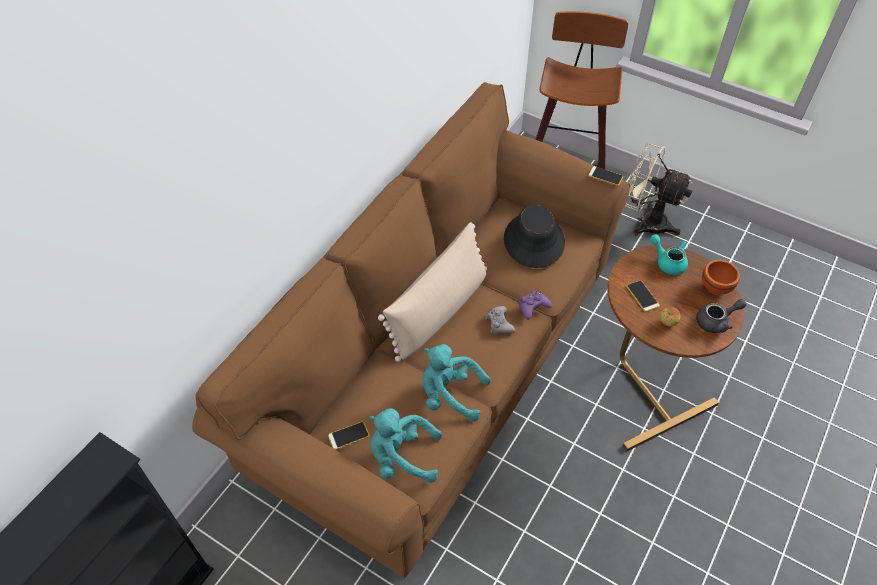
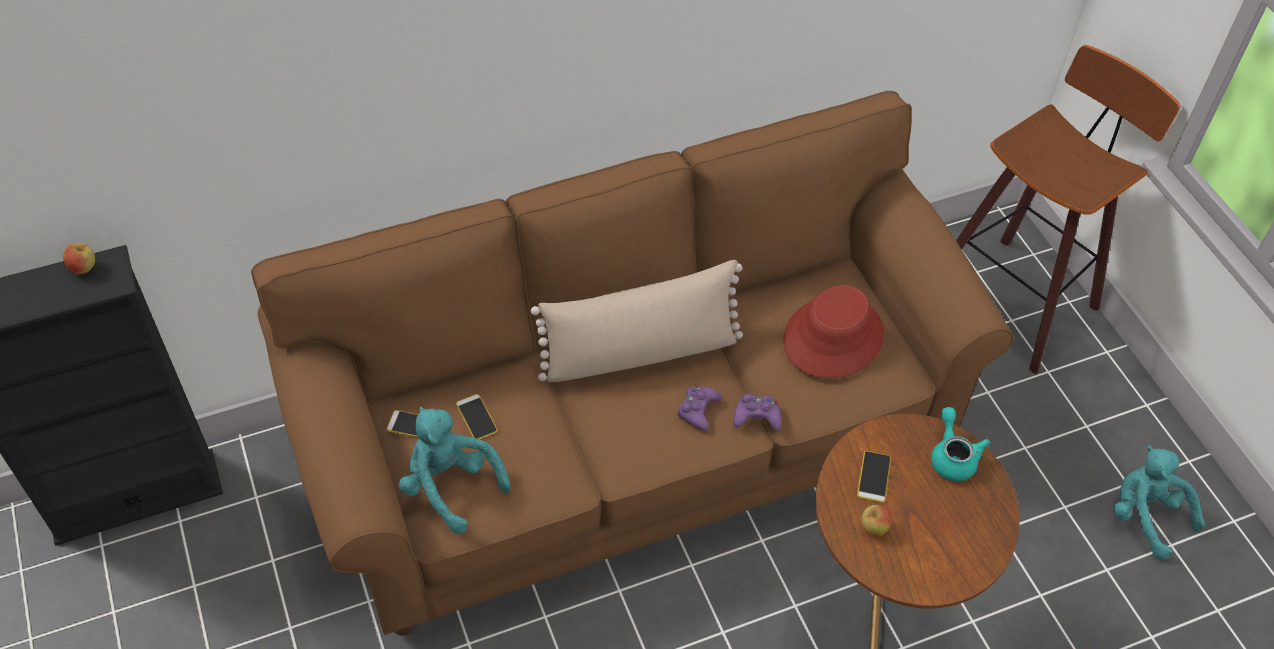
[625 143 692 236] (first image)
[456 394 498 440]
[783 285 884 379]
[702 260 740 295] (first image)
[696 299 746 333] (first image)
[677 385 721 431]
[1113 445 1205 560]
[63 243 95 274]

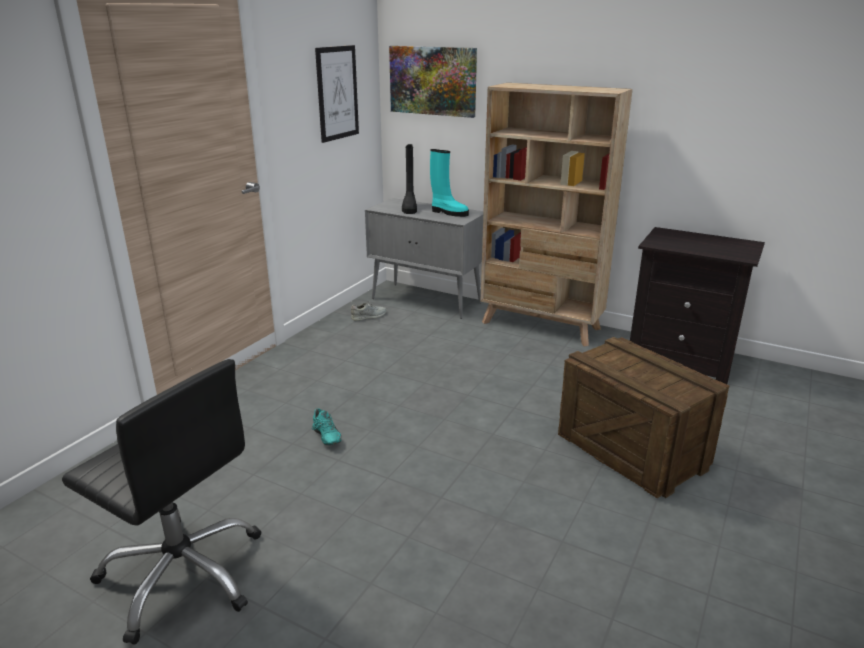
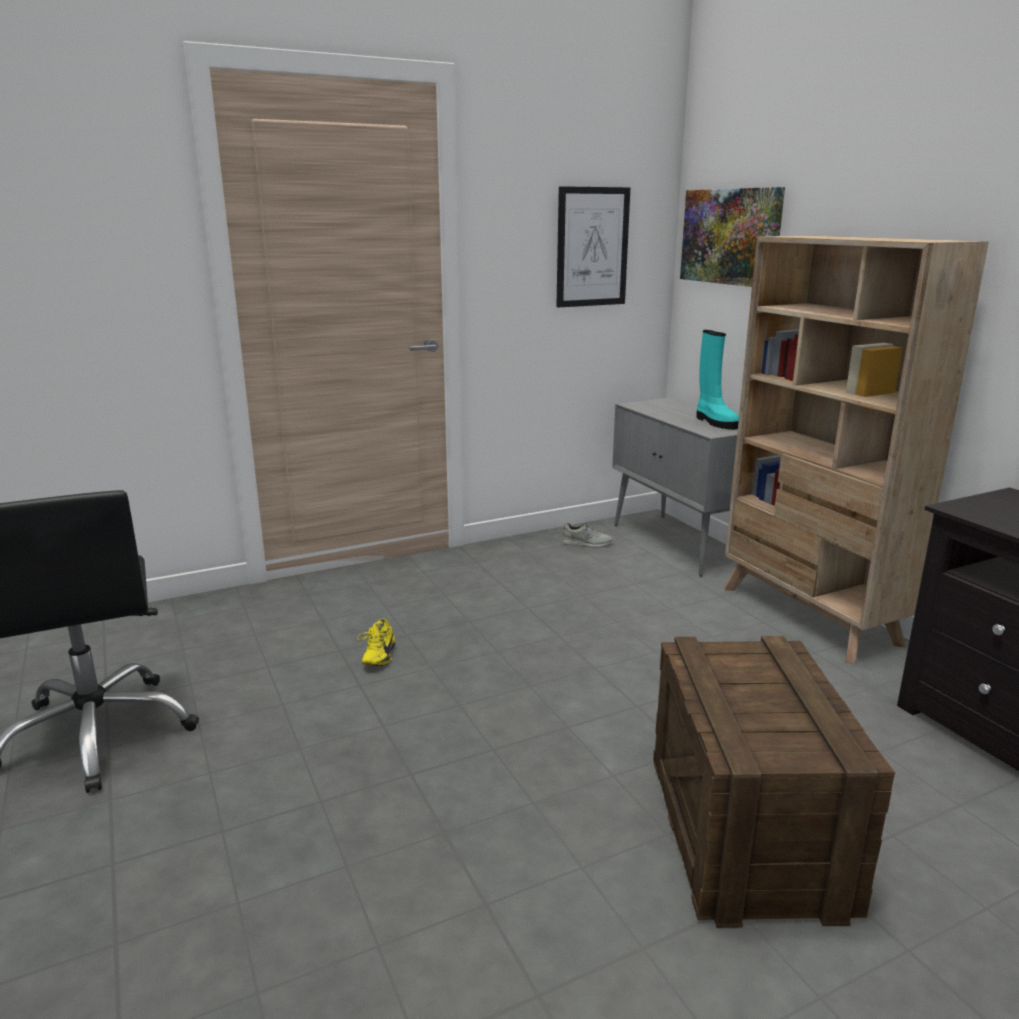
[402 144 417 214] (first image)
[357 618 395 666]

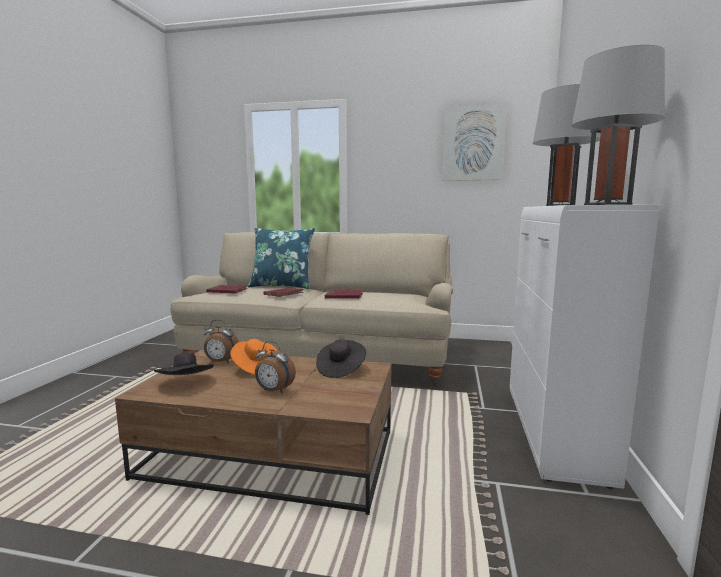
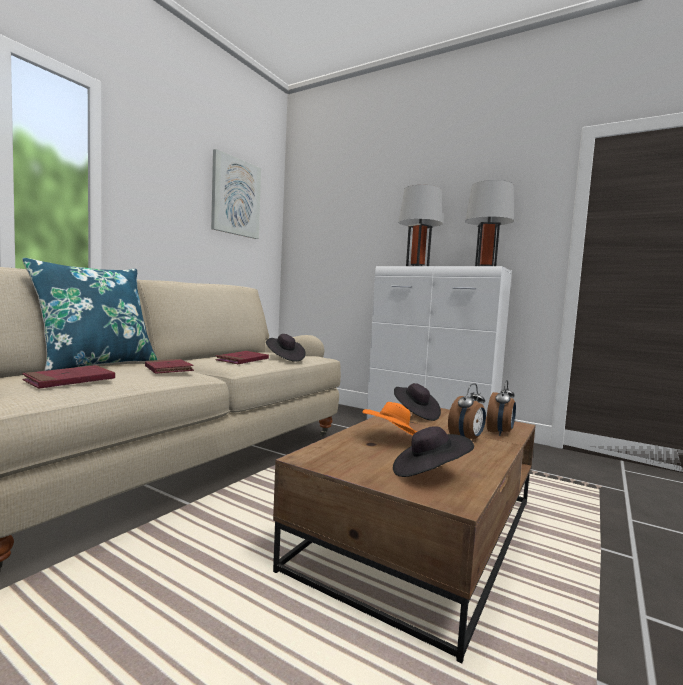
[486 380 516 436]
[266 334 306 362]

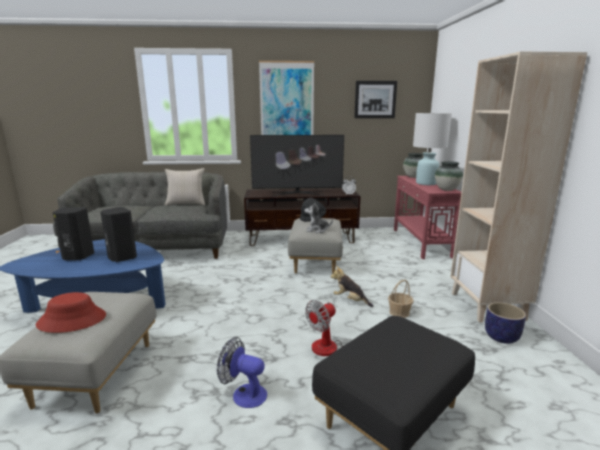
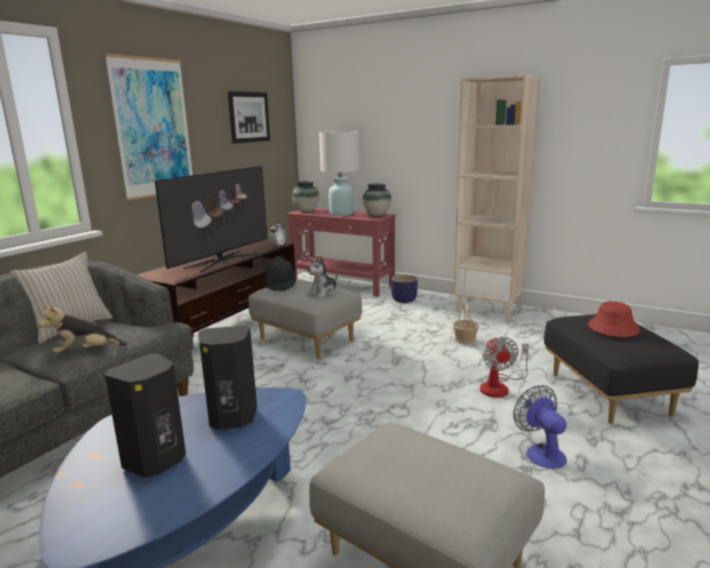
[39 305 127 353]
[588 301 640 337]
[391 274 418 303]
[514 385 567 469]

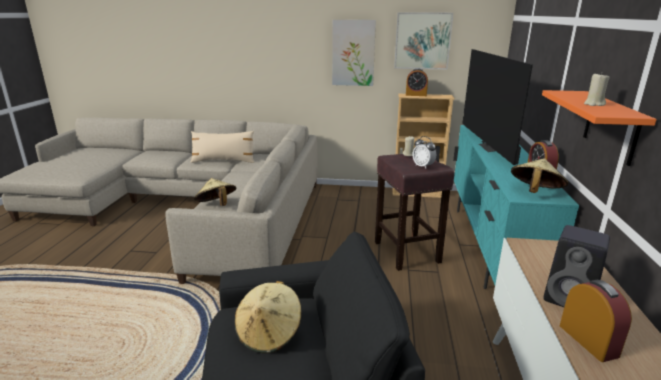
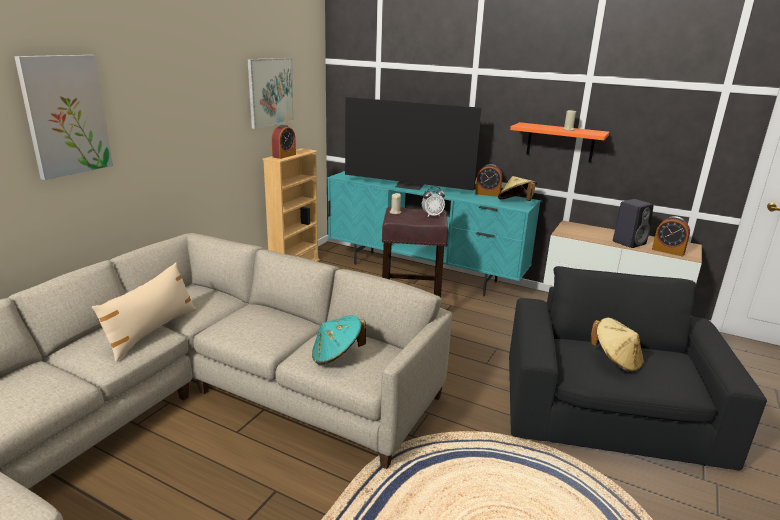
[14 55 113 180]
[312 315 366 365]
[652 216 690 256]

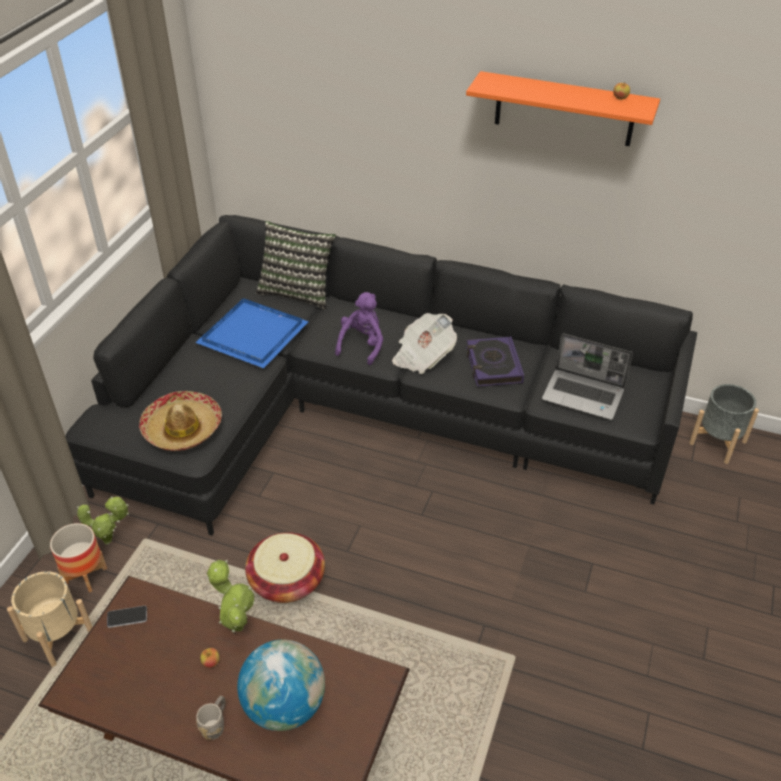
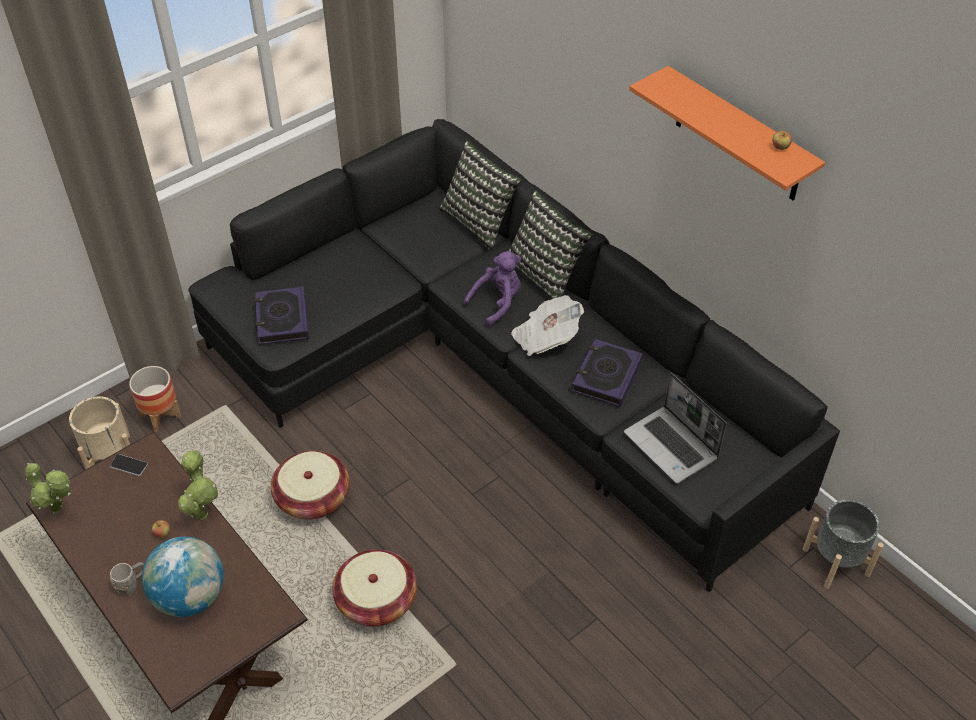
[195 298 309 368] (first image)
[254 287 309 345]
[25 463 71 514]
[509 191 593 300]
[332 549 417 627]

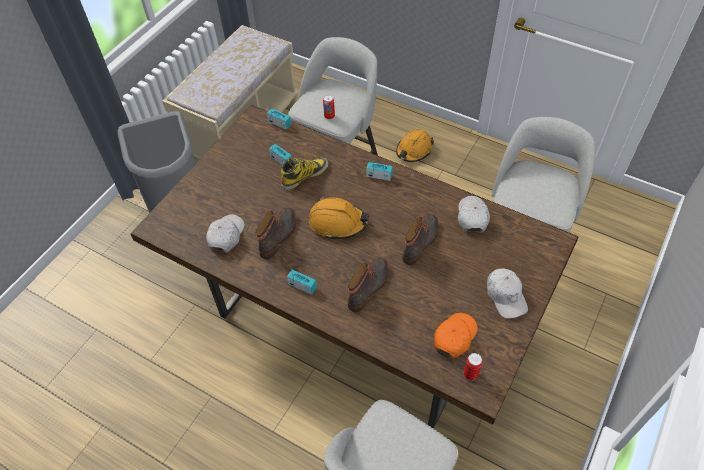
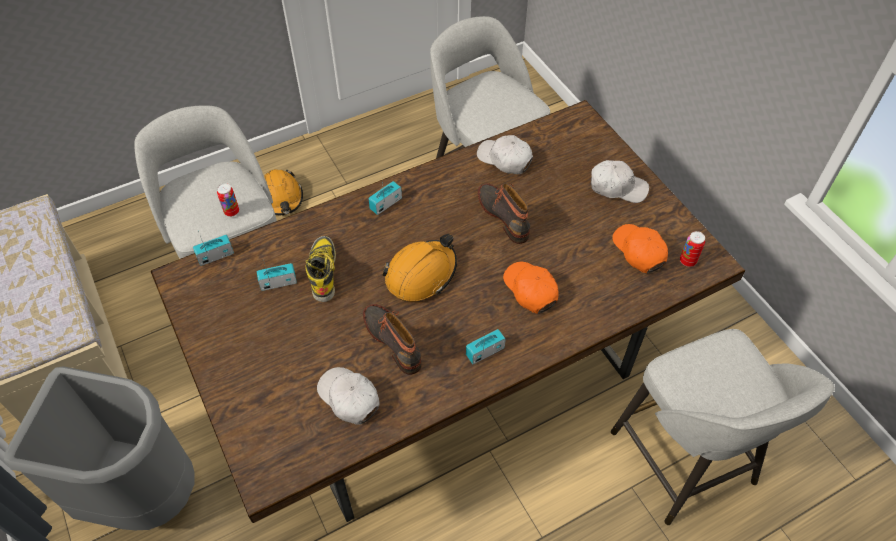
[503 262 559 314]

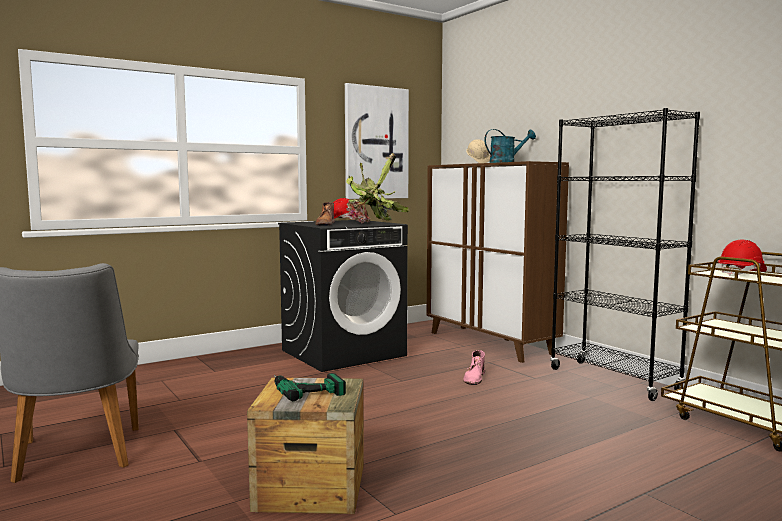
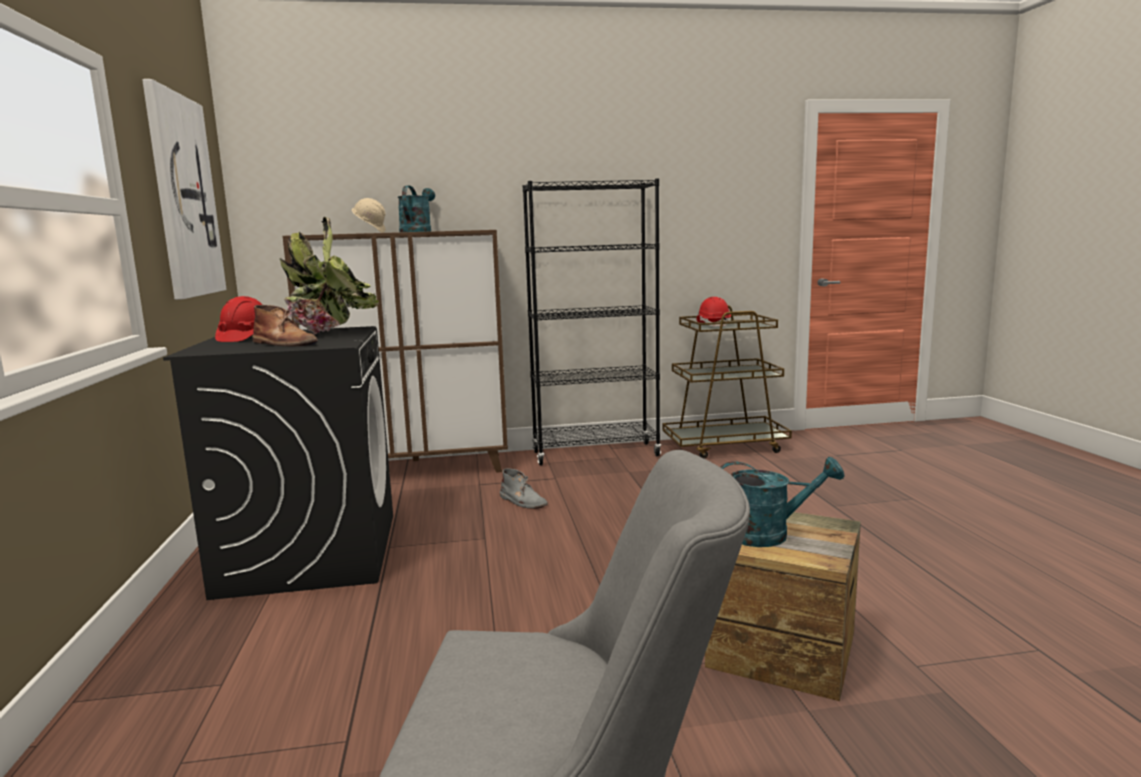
[500 468 548 509]
[720 457 845 547]

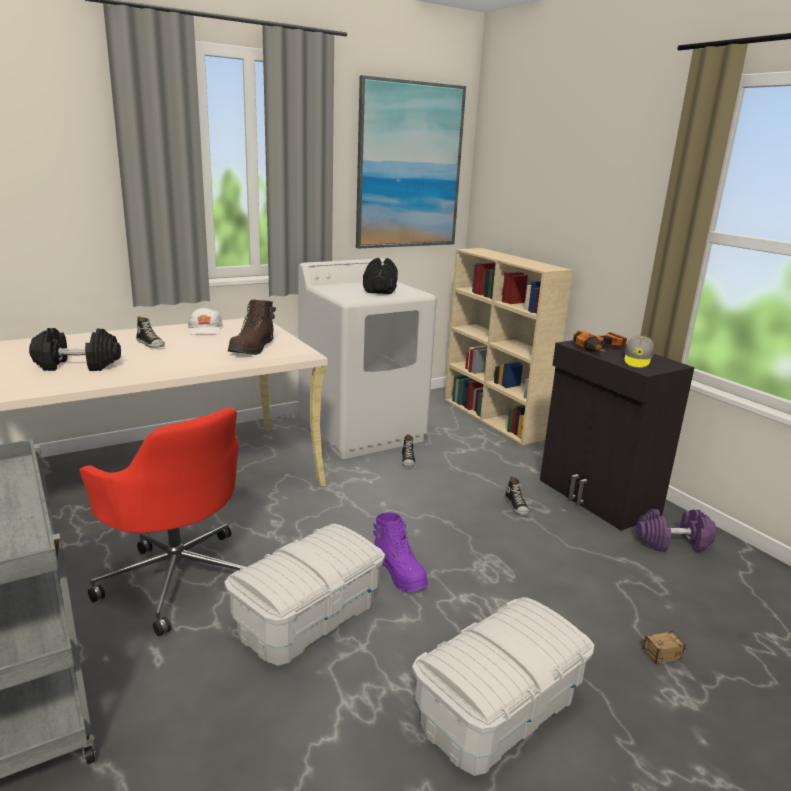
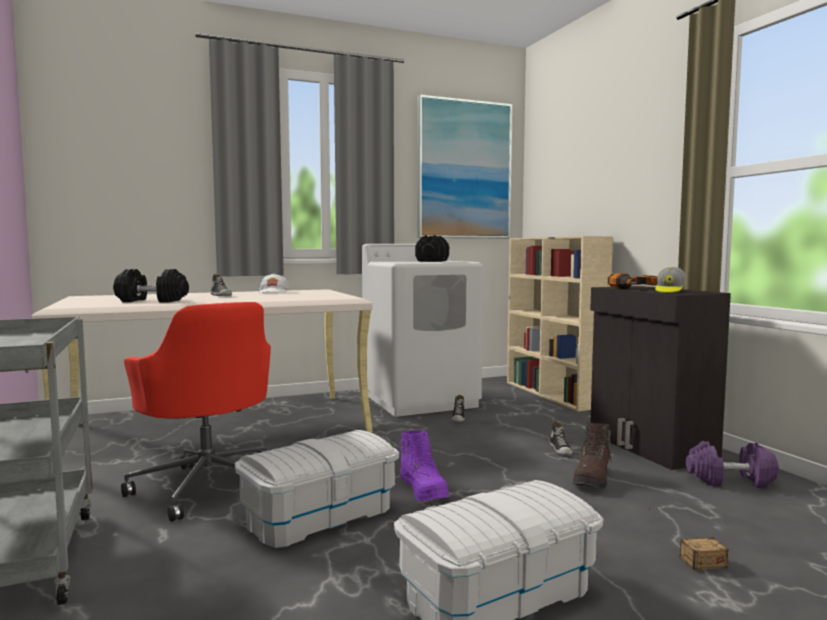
[573 422 613 489]

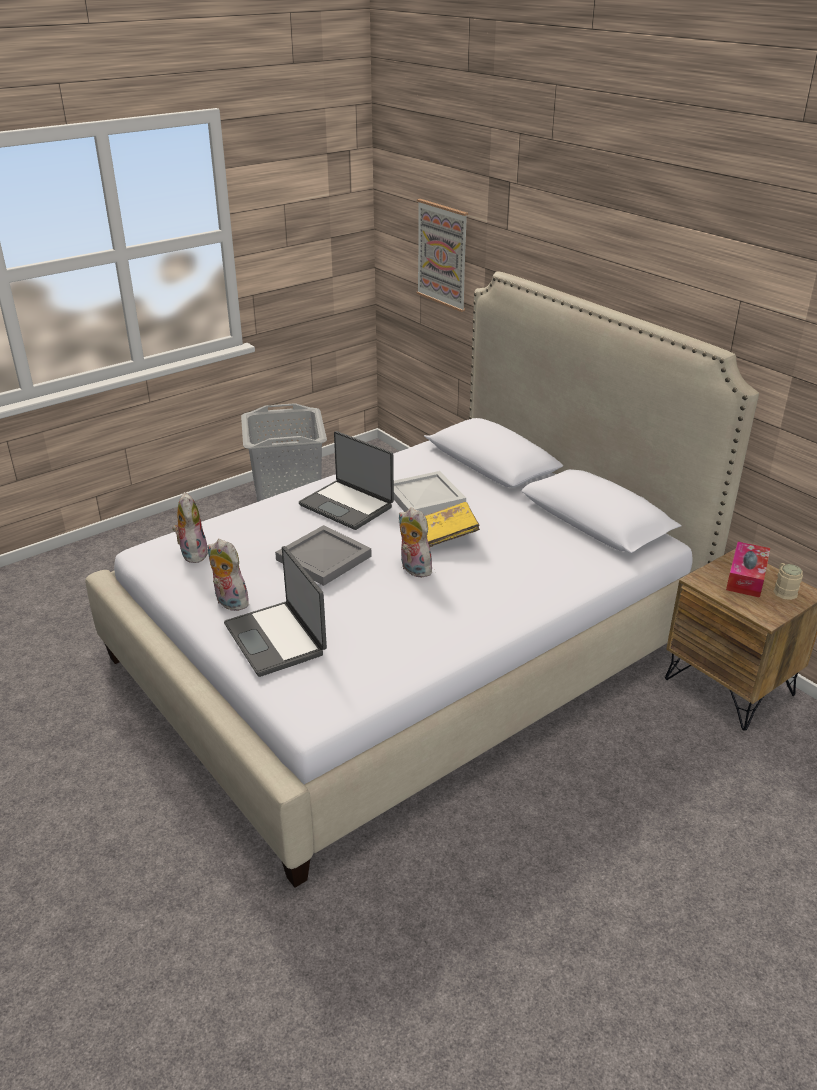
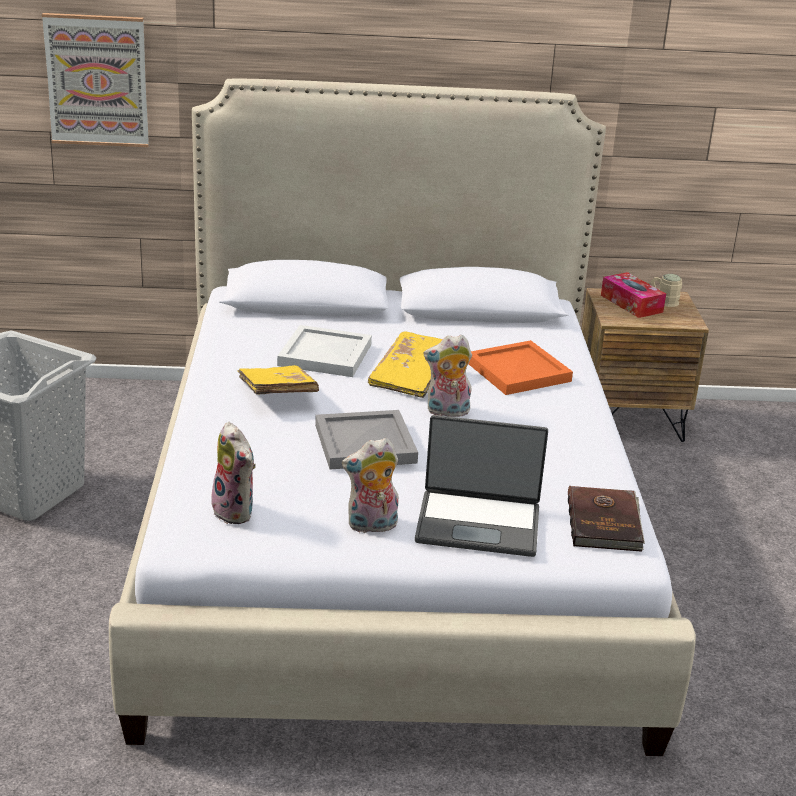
[238 365 319 395]
[211 422 255 524]
[468 340 573 395]
[568 486 645 552]

